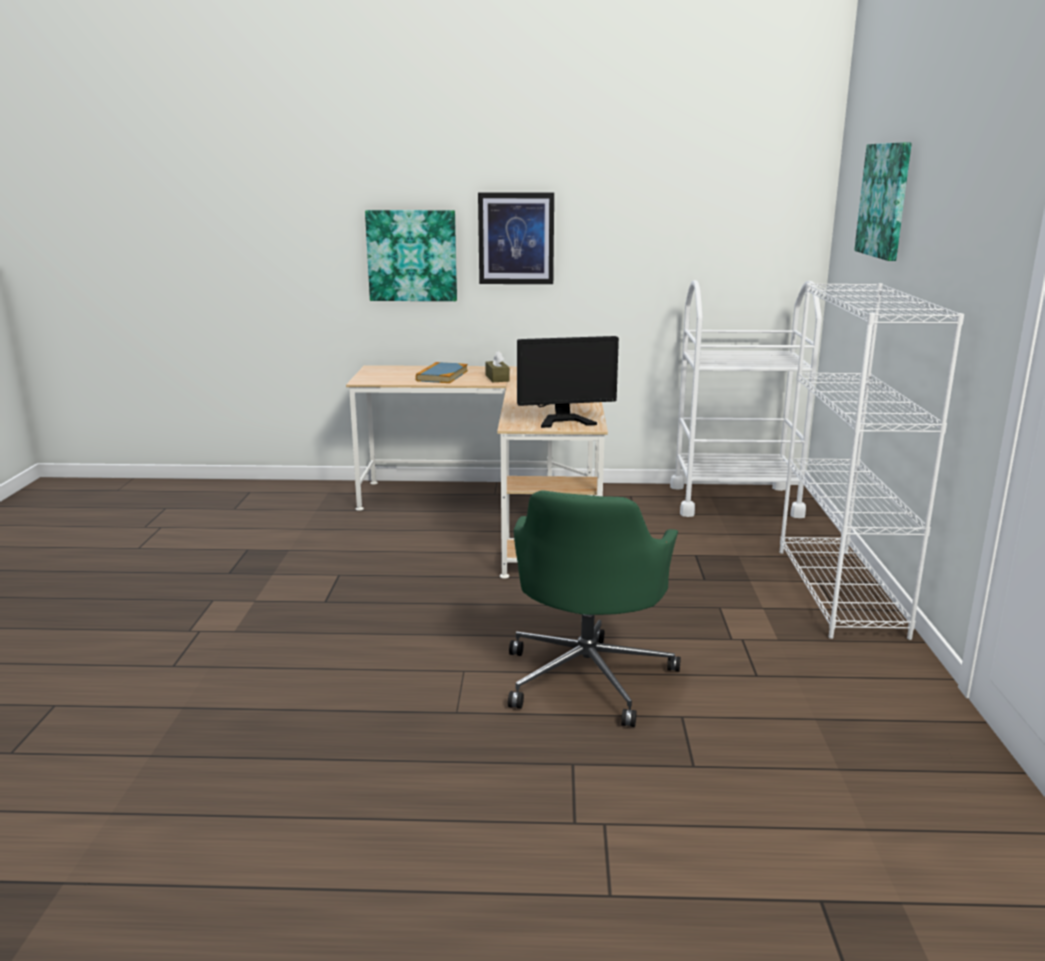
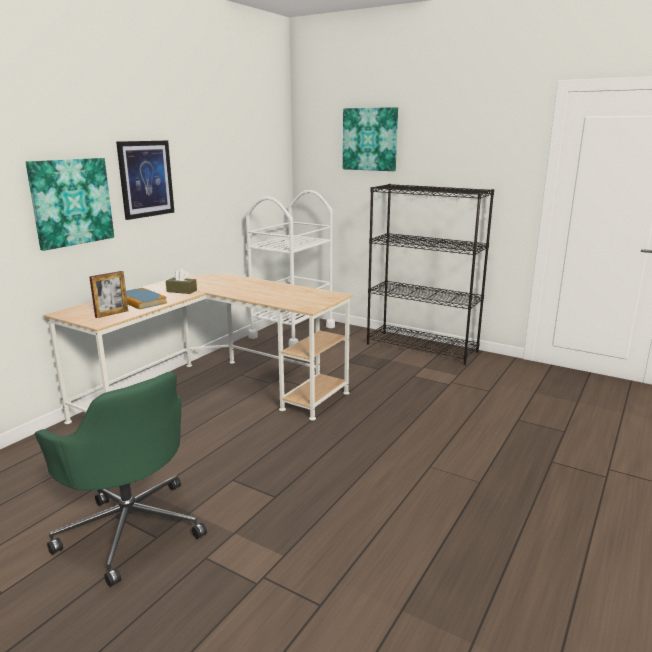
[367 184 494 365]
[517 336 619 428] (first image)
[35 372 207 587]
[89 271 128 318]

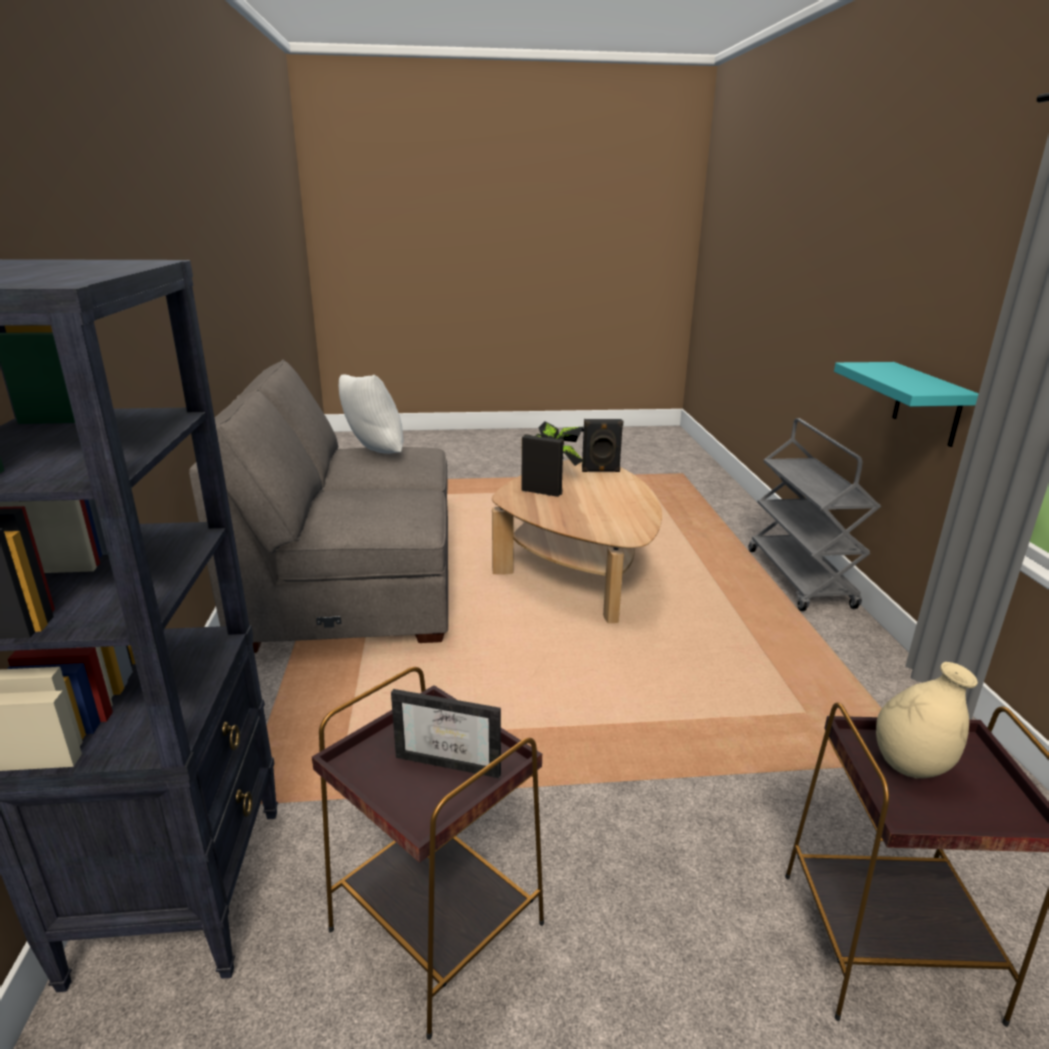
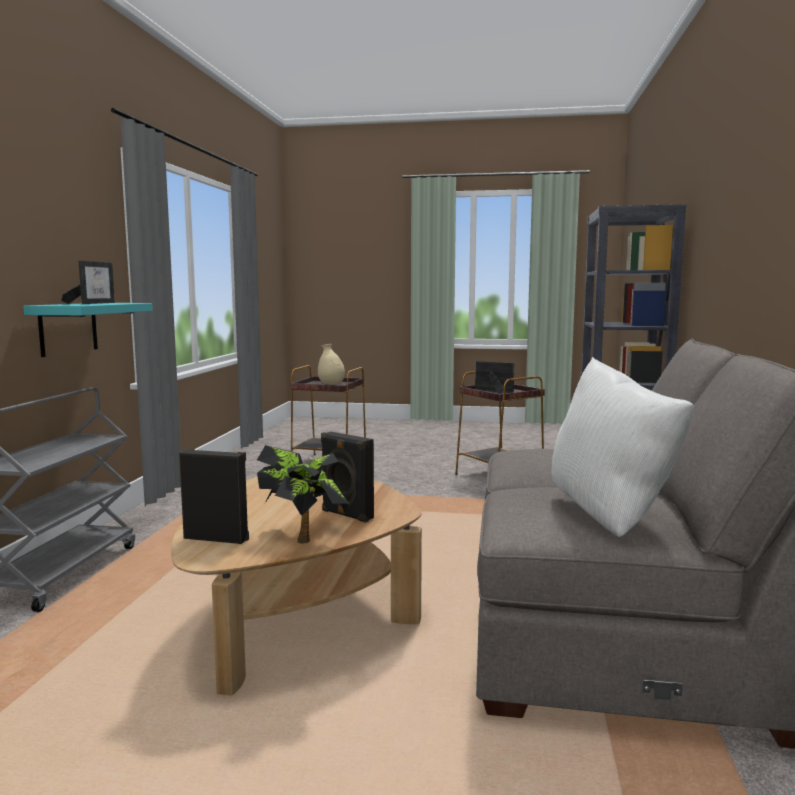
[61 261 115 304]

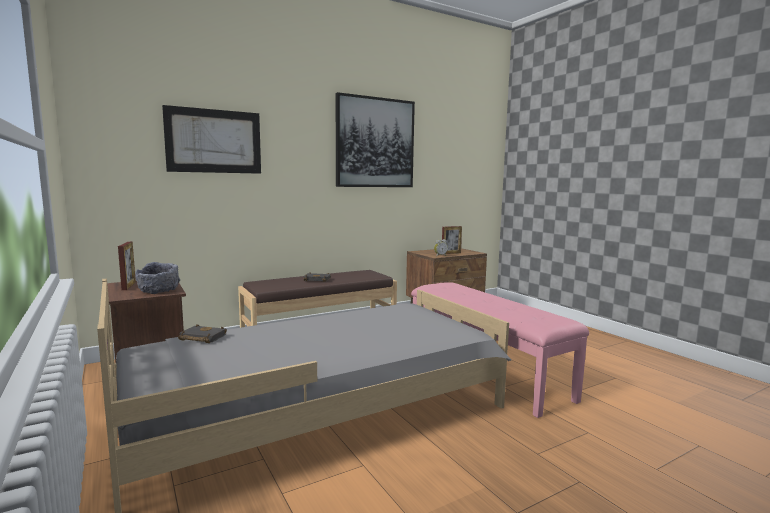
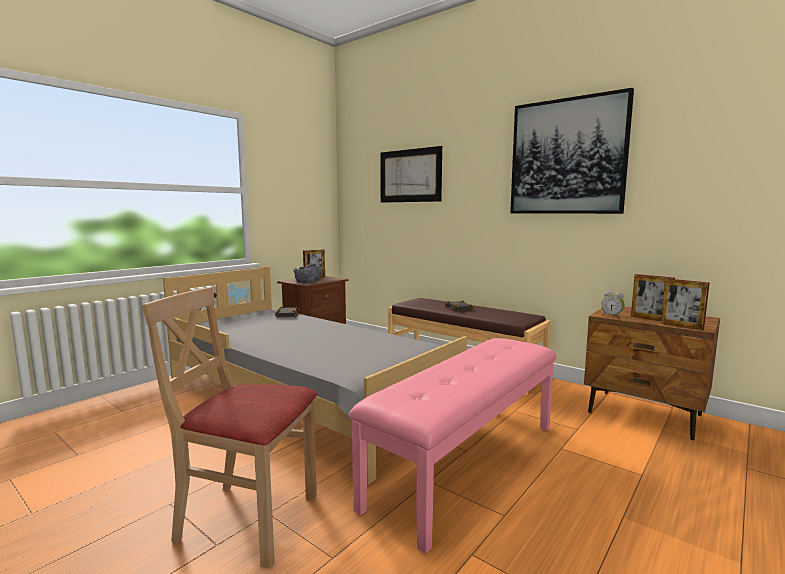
[661 279 710 330]
[142 287 317 568]

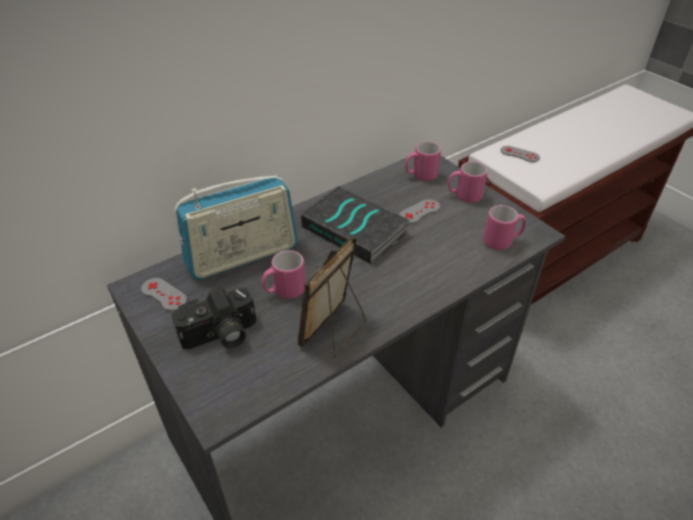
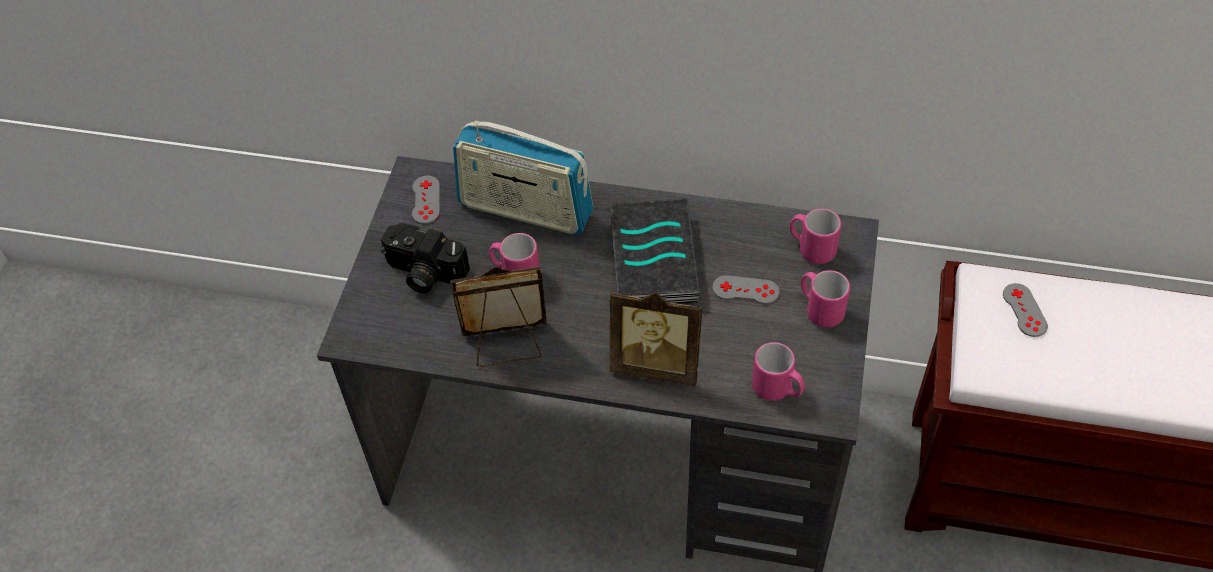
[609 290 703 386]

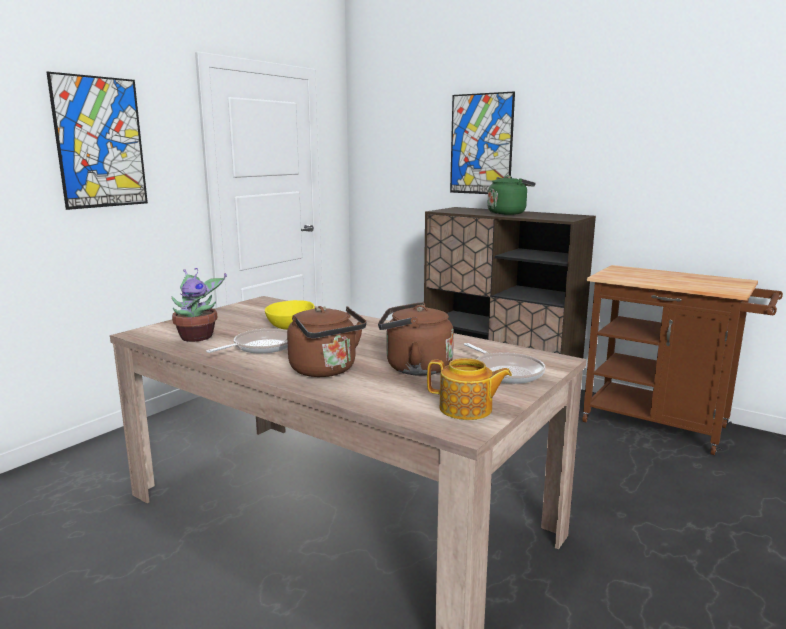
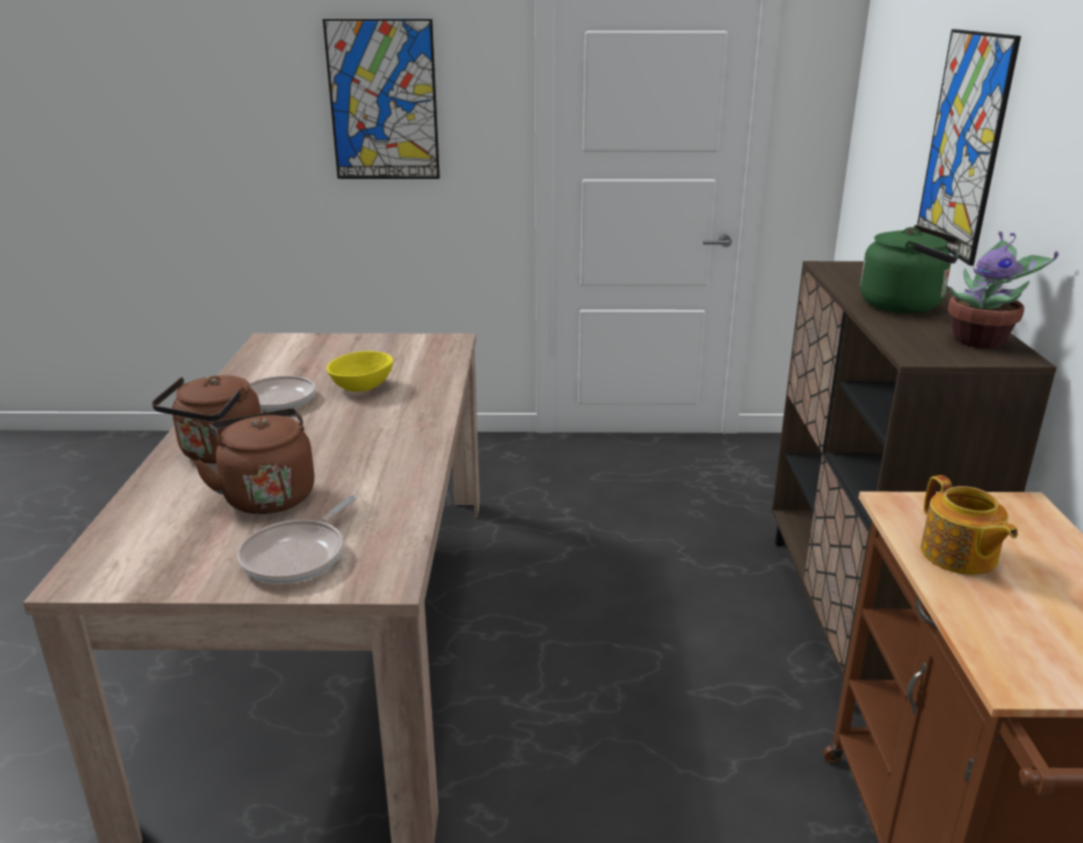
[948 231 1059 348]
[920 475 1018 575]

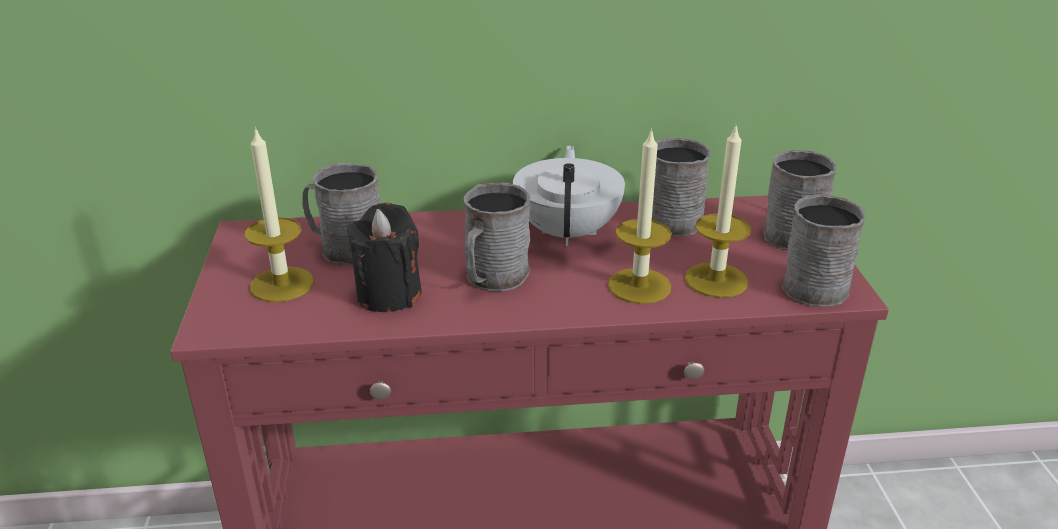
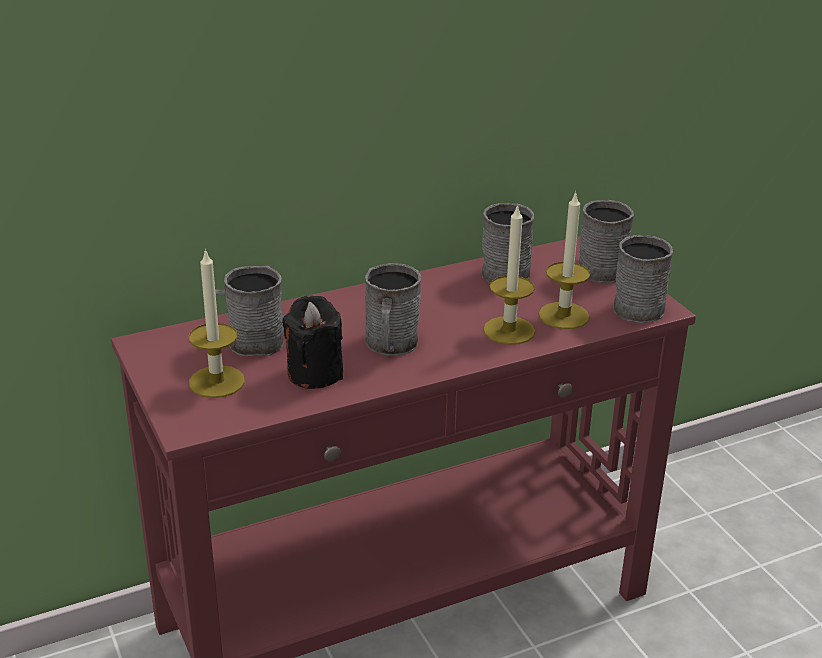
[513 145 625 246] (first image)

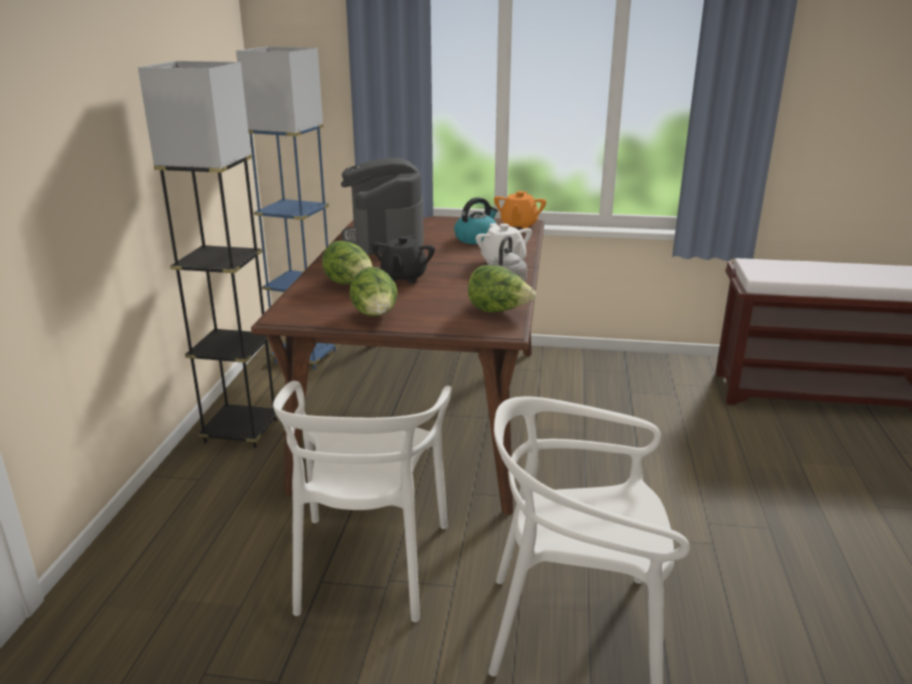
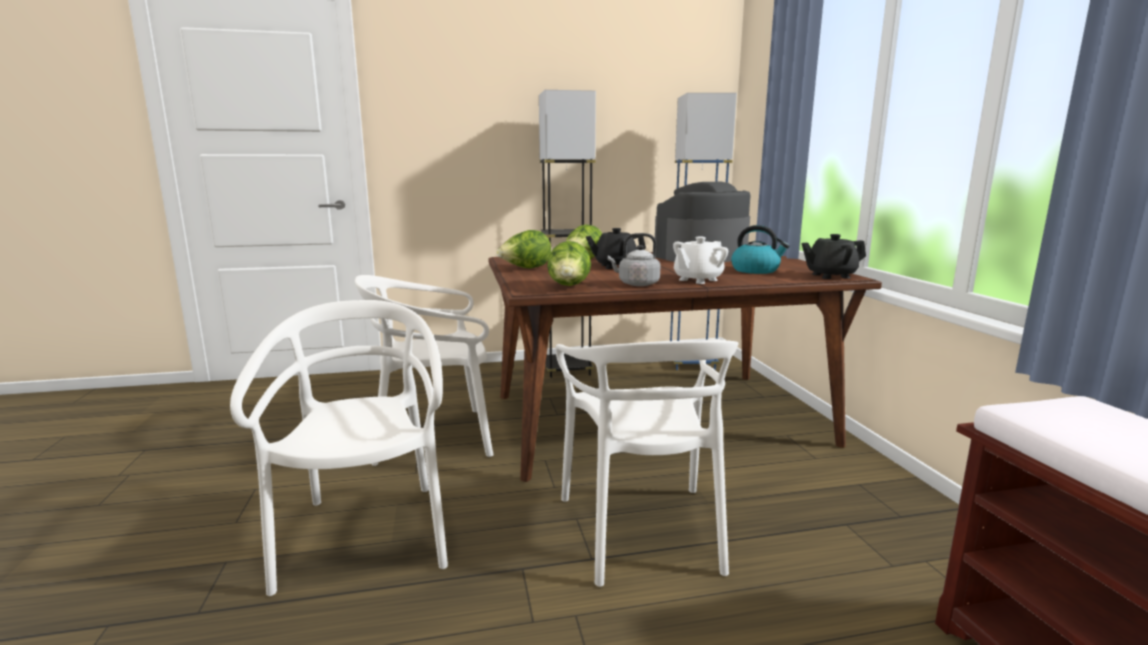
[802 234 866 279]
[555 339 739 587]

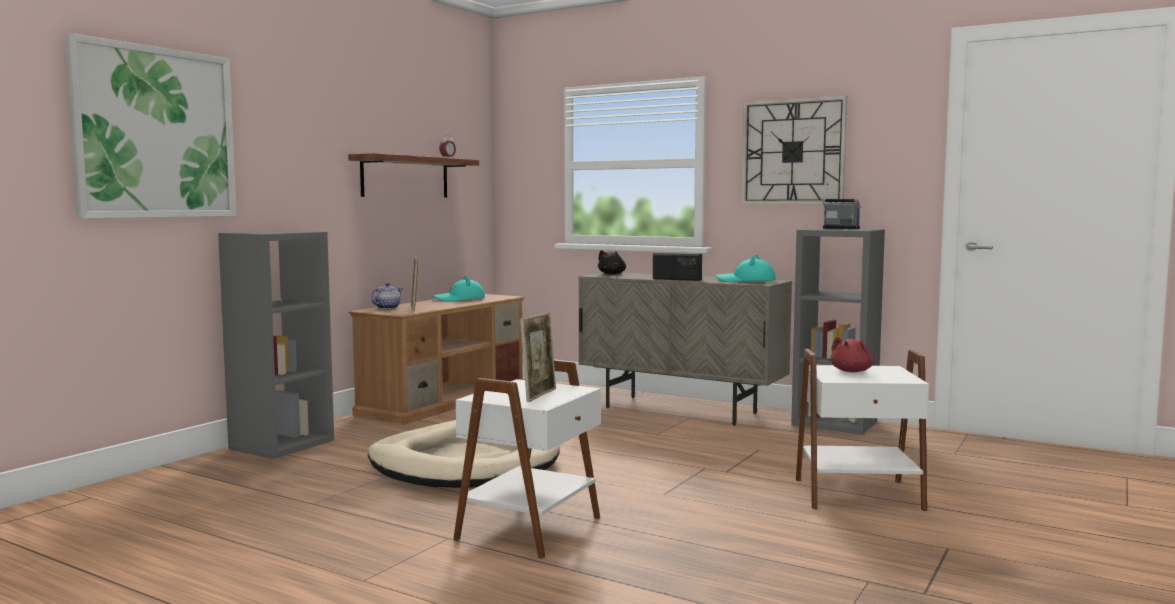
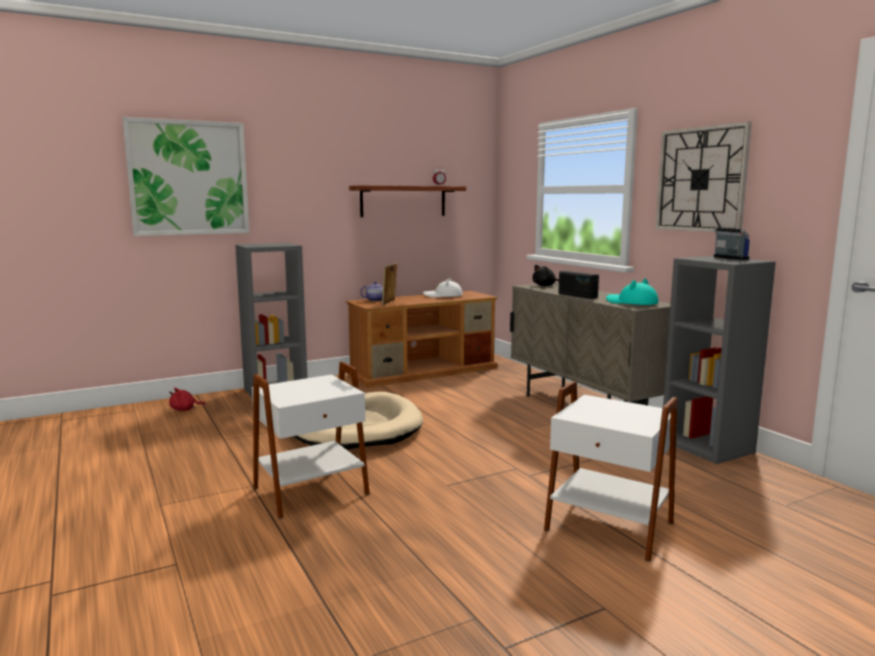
[423 278 463 297]
[520 312 556 402] (first image)
[169 388 206 411]

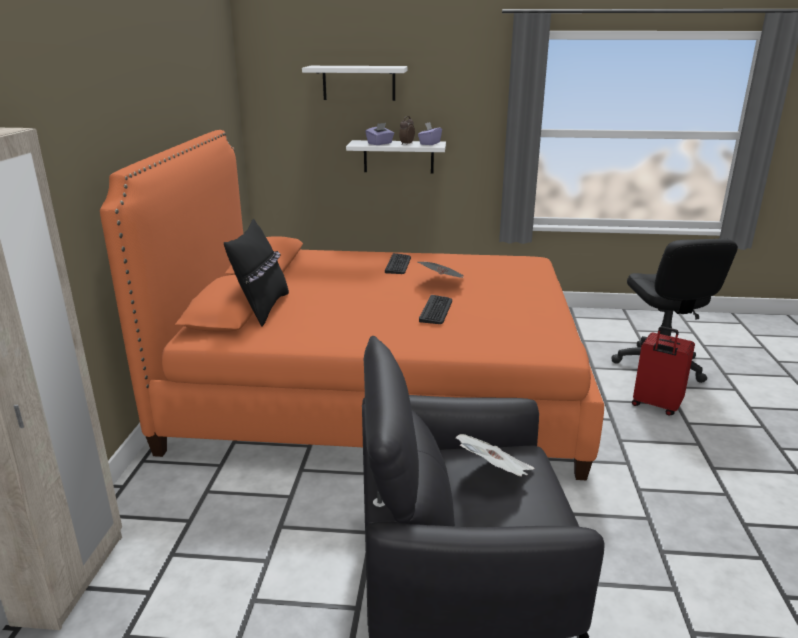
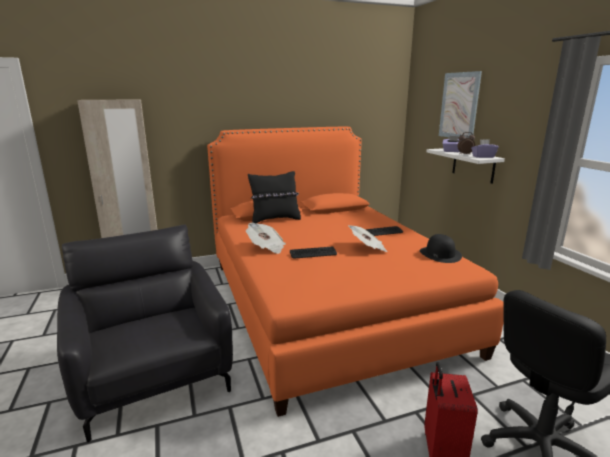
[439 71 482 139]
[246 223 286 254]
[419 234 462 263]

